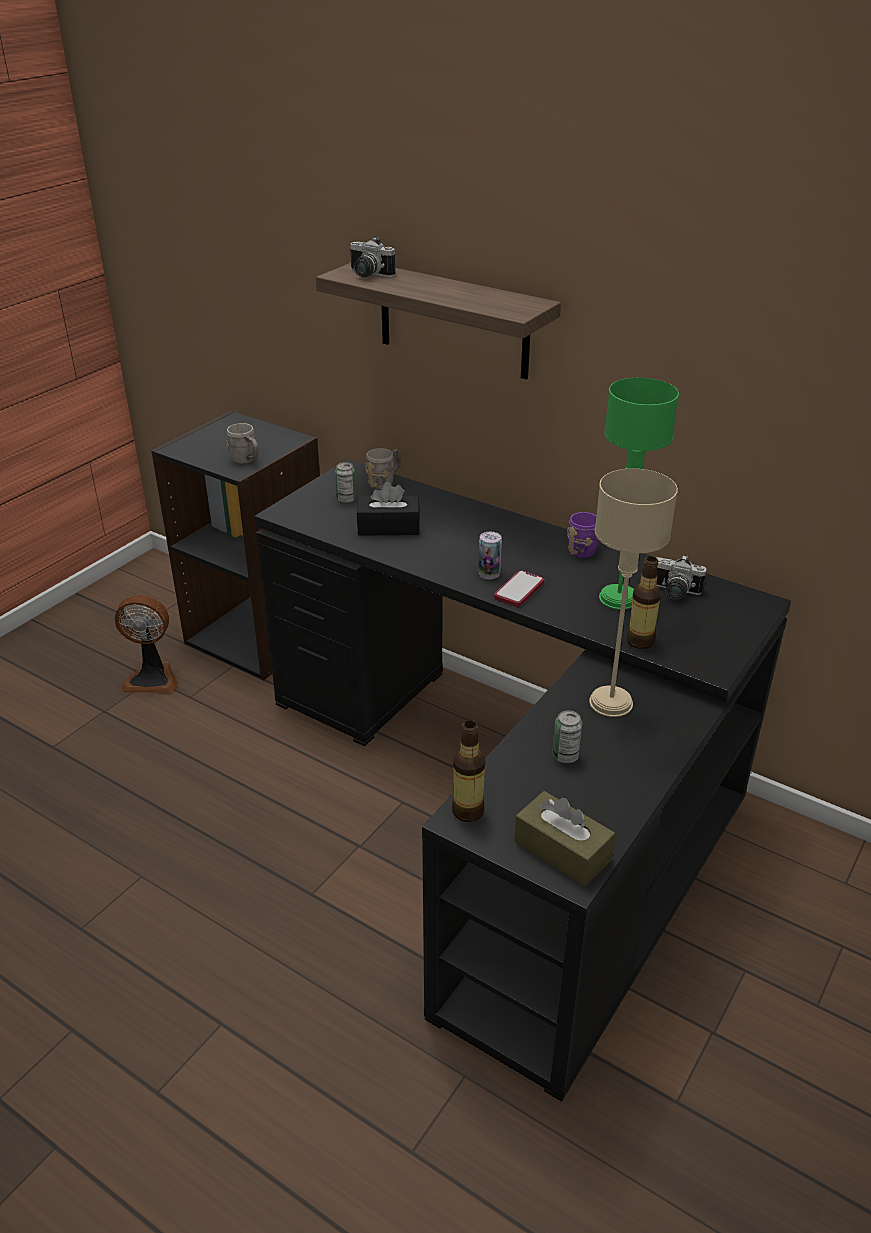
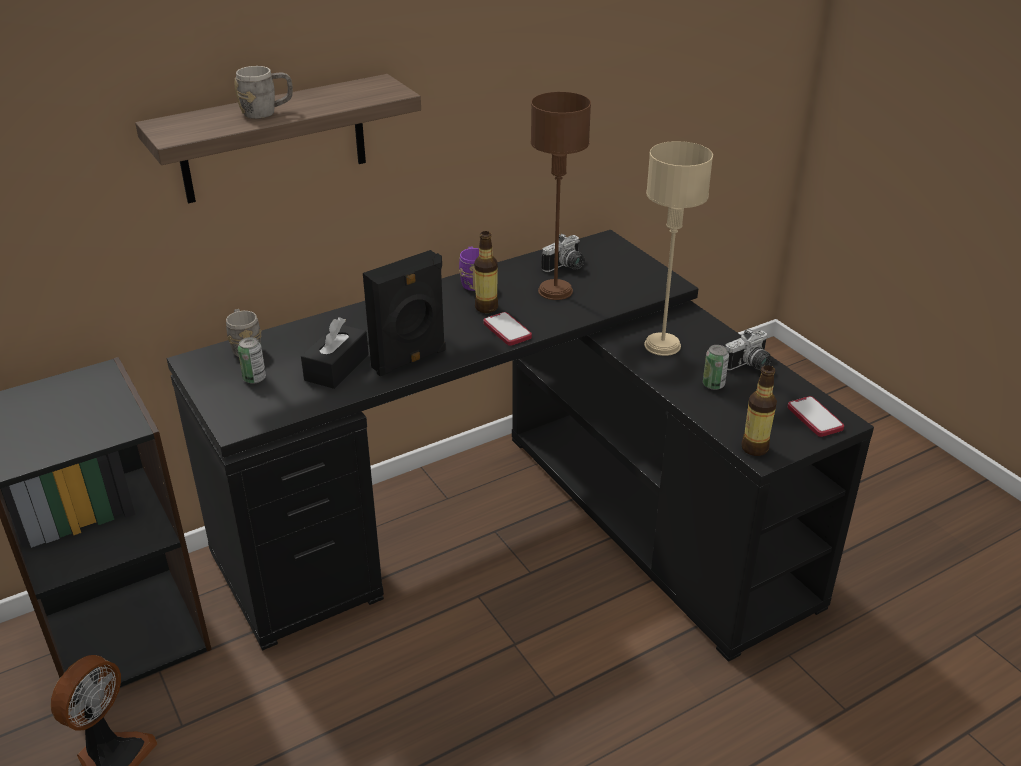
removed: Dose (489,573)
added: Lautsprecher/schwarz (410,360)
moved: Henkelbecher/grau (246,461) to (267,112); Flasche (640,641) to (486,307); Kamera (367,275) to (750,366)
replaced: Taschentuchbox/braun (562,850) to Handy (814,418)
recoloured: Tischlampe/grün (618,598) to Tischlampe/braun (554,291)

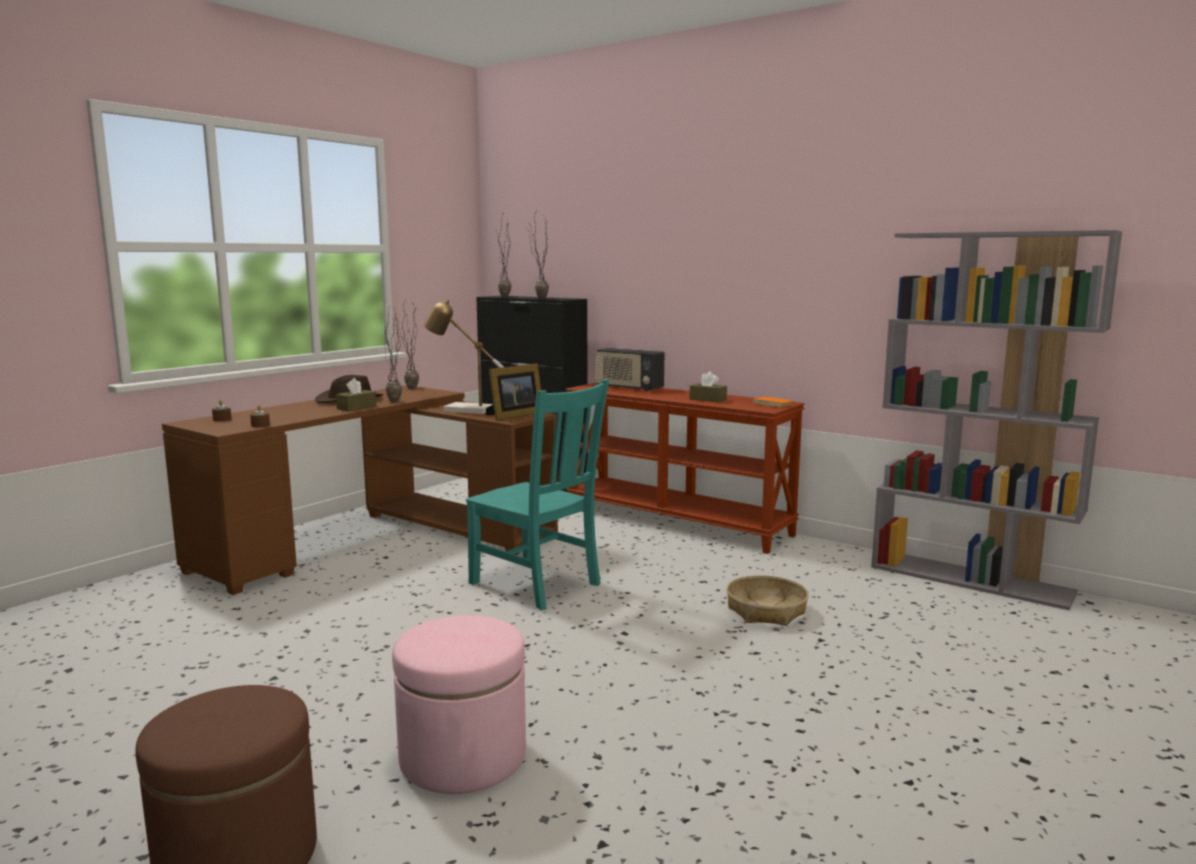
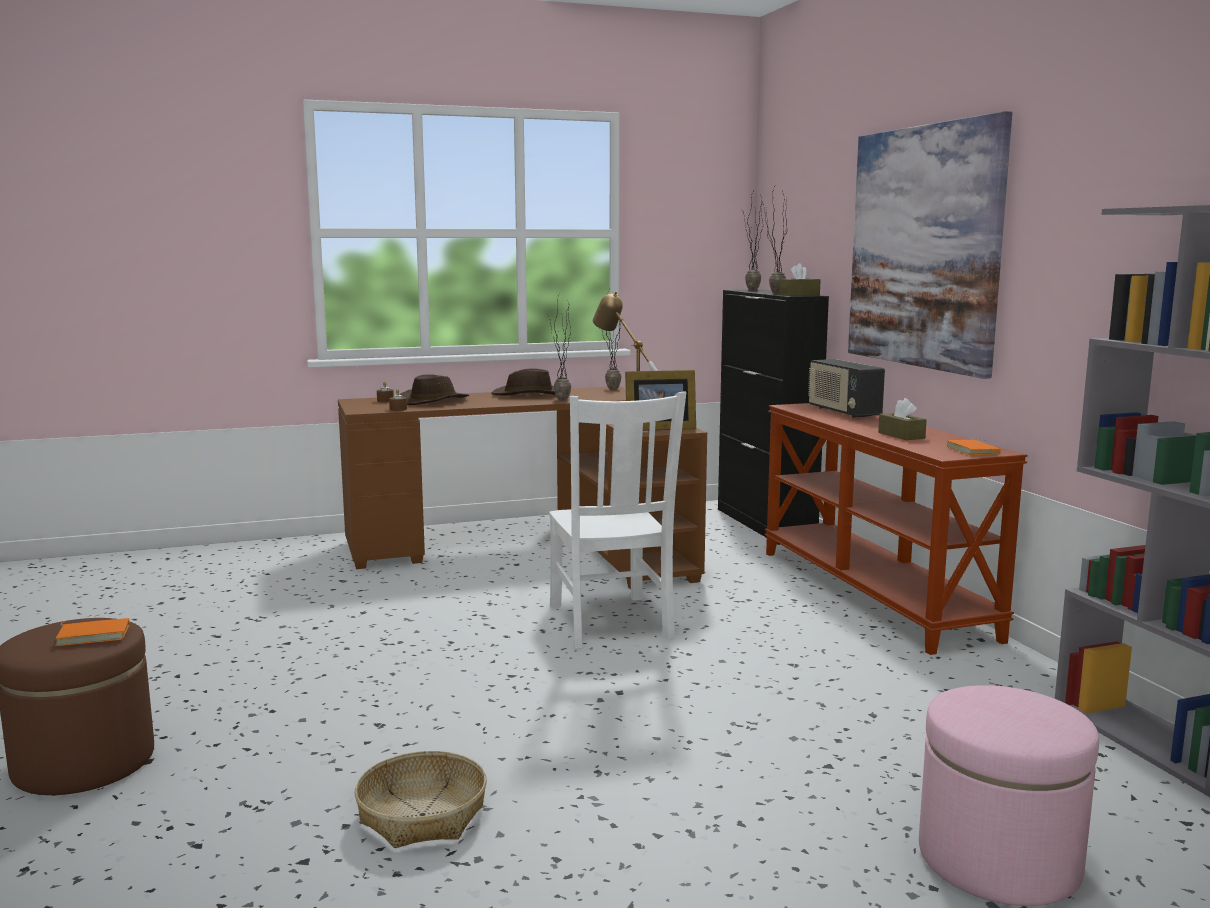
added: Buch/orange (94,635); Hut/braun (434,401); Bild (923,247)
moved: Korb (766,611) to (422,814); Taschentuchbox/braun (356,407) to (799,295); Polsterhocker/rosa (463,756) to (998,859)
recoloured: Stuhl/türkis (537,585) to Stuhl/weiß (610,623)

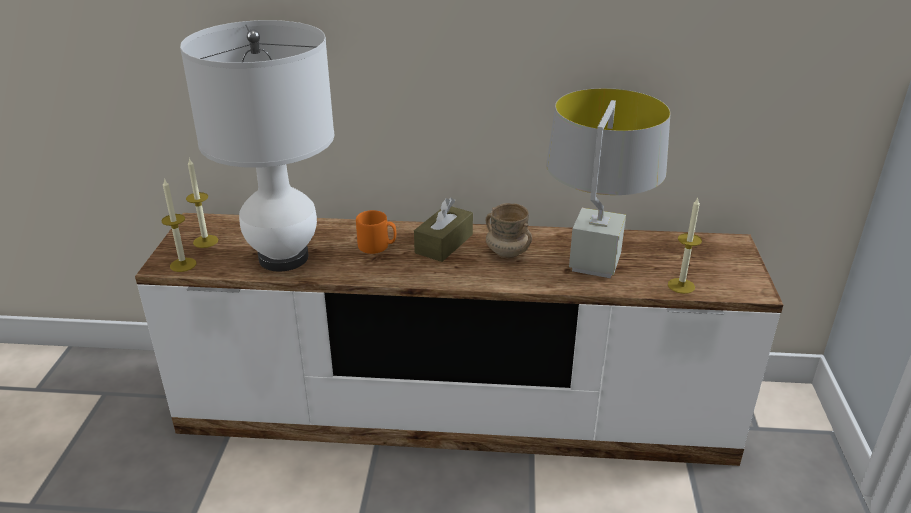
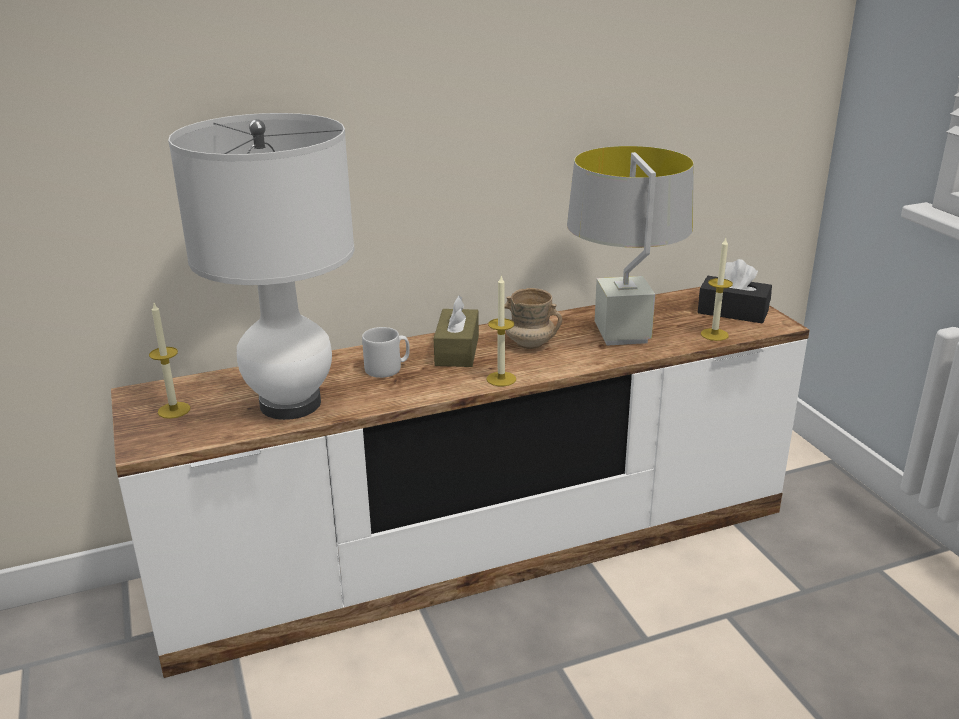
added: Taschentuchbox/schwarz (733,312)
moved: Kerze (183,265) to (501,379)
recoloured: Henkelbecher/orange (377,246) to Henkelbecher/grau (387,369)

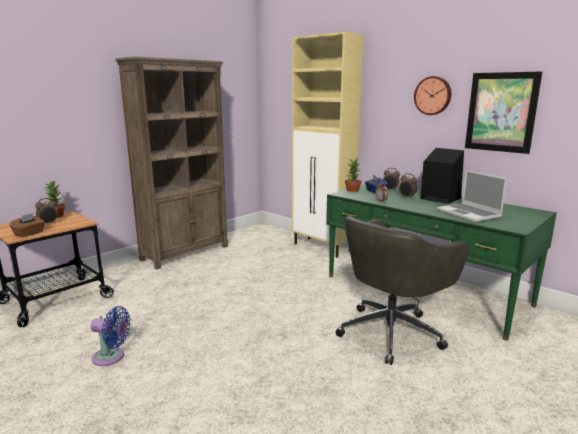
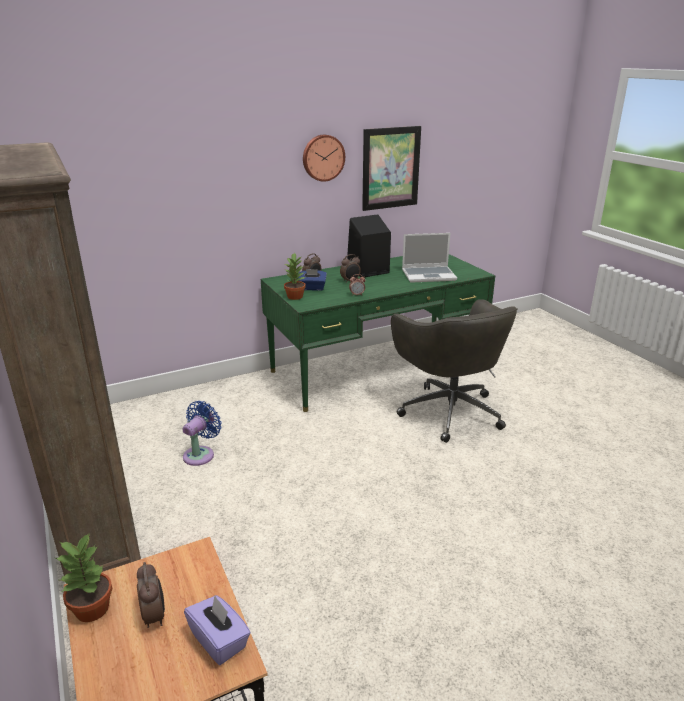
removed: Schrank/beige (322,247)
moved: Ventilator/blau (111,357) to (201,454)
recoloured: Taschentuchbox/braun (29,233) to Taschentuchbox/lila (219,640)

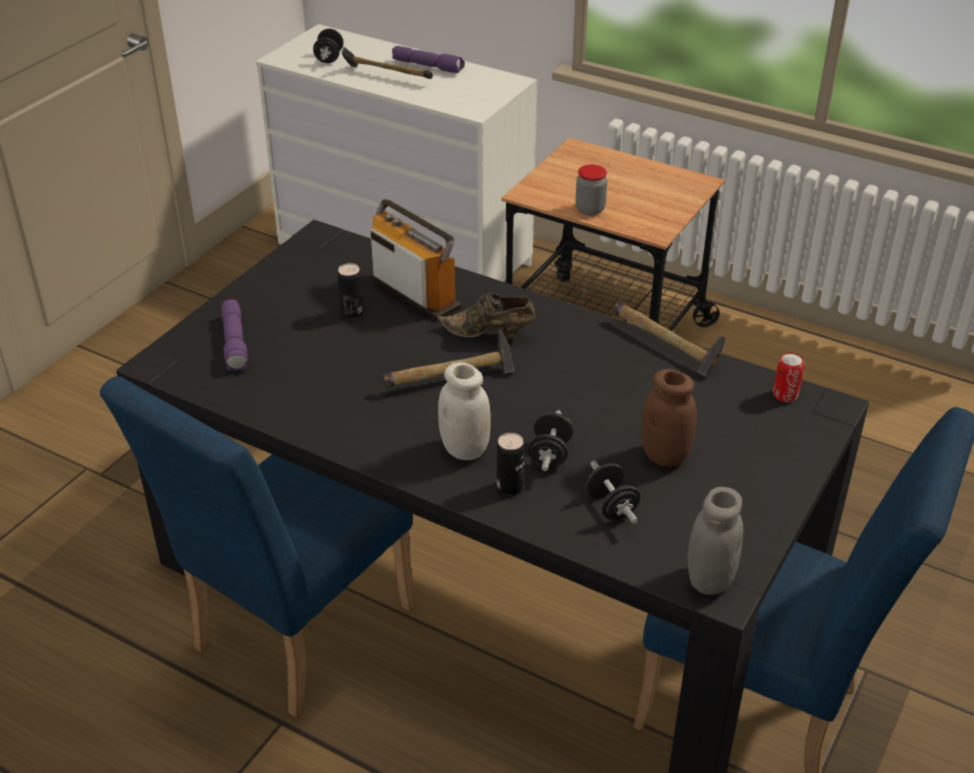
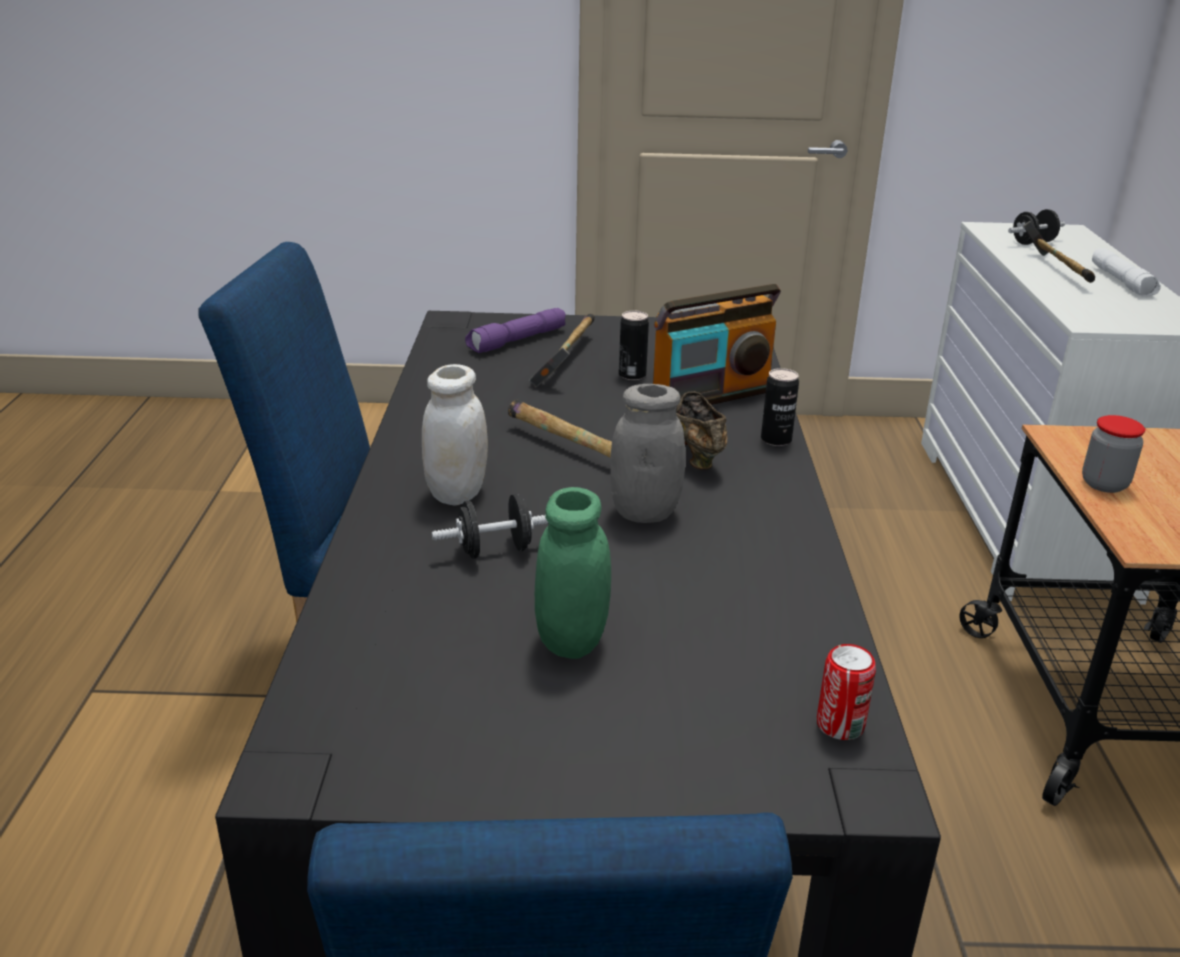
removed: Hantel/schwarz (611,506)
moved: Hammer (666,348) to (566,363); Vorratsglas/grau (709,580) to (645,512); Dose (510,487) to (776,440)
recoloured: Vorratsglas/braun (665,455) to Vorratsglas/grün (572,640); Taschenlampe/lila (428,66) to Taschenlampe/weiß (1122,282)
turned: Radio (414,292) = (710,395) 45 degrees clockwise

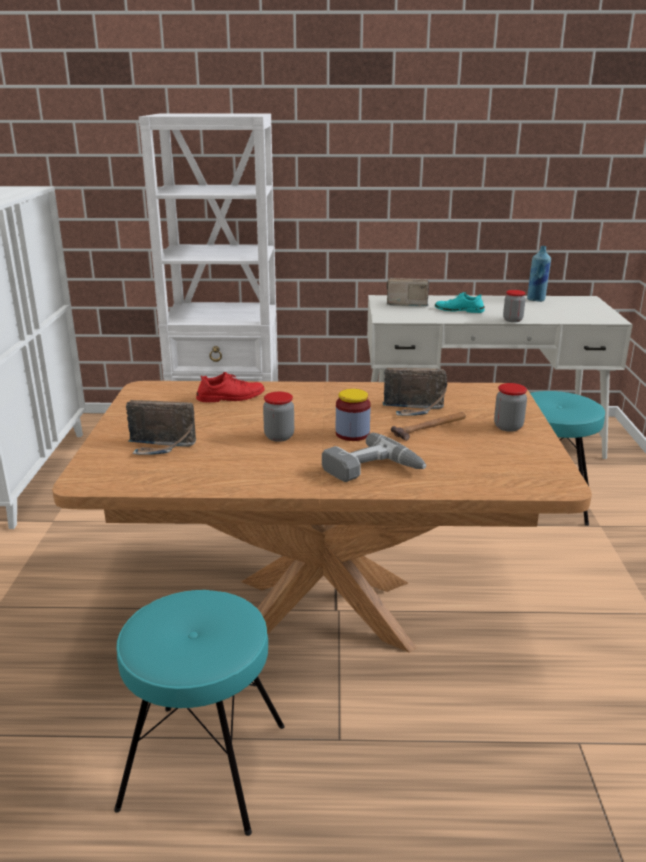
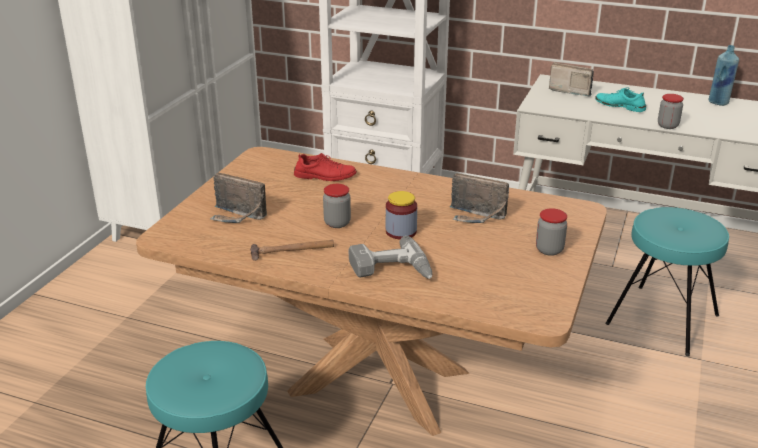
moved: Hammer (430,427) to (292,250)

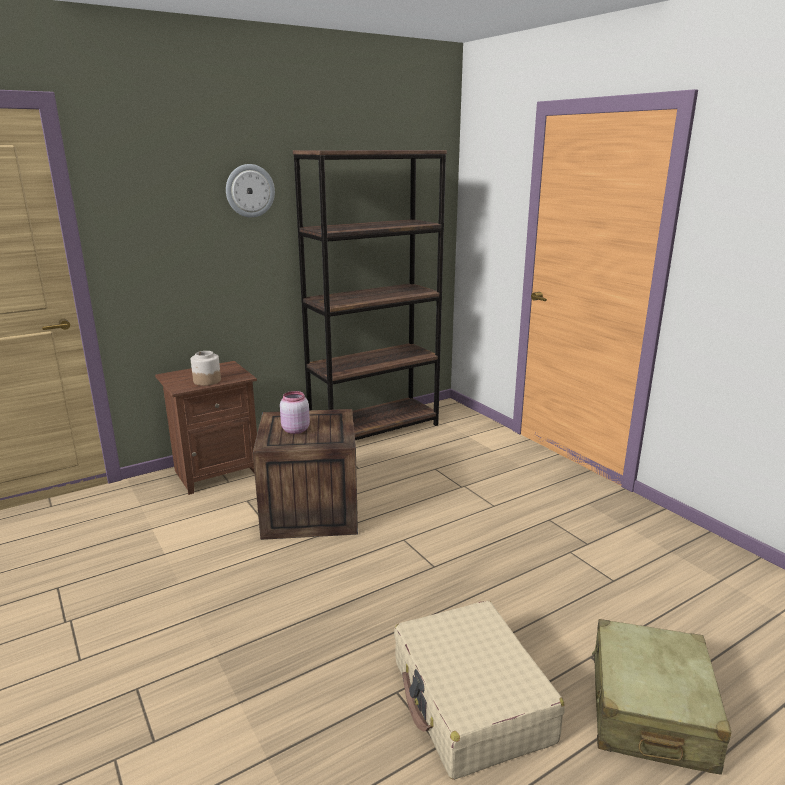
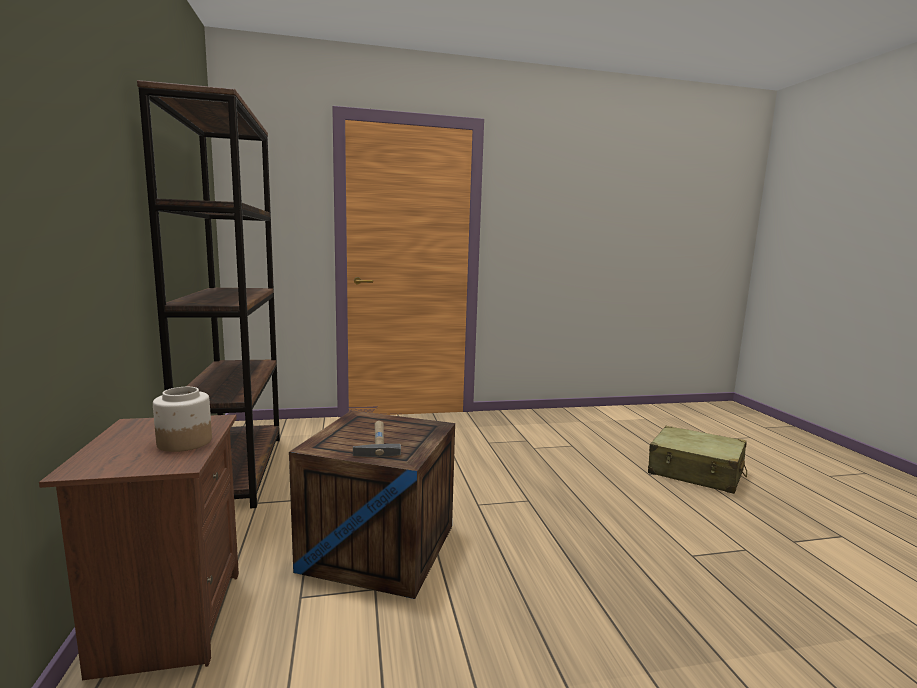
removed: Wanduhr (250,191); Koffer/beige (471,702)
replaced: Vorratsglas/rosa (294,430) to Hammer (376,441)

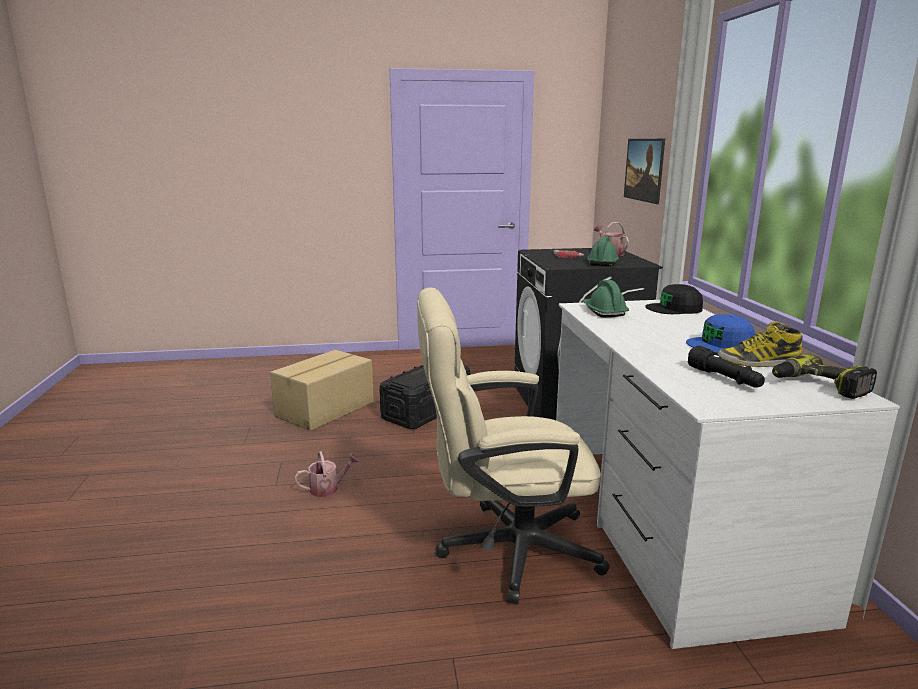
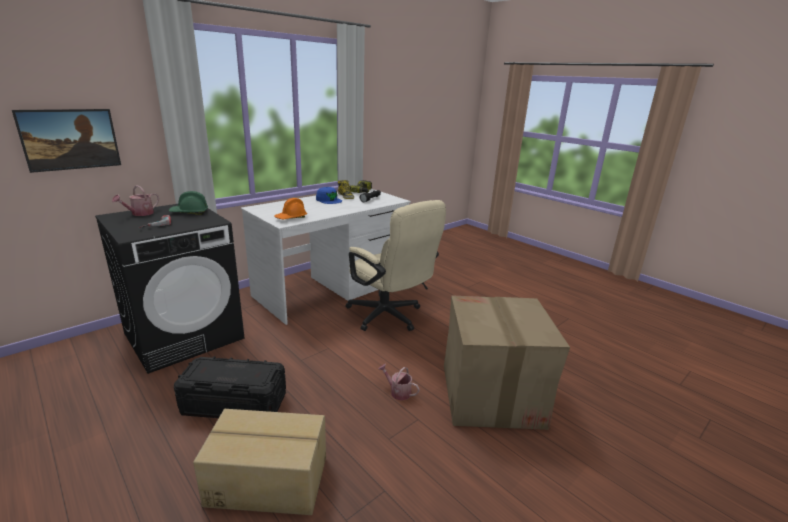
removed: Kappe/schwarz (674,309)
added: Karton (491,395)
recoloured: Schutzhelm/grün (603,311) to Schutzhelm/orange (291,218)

